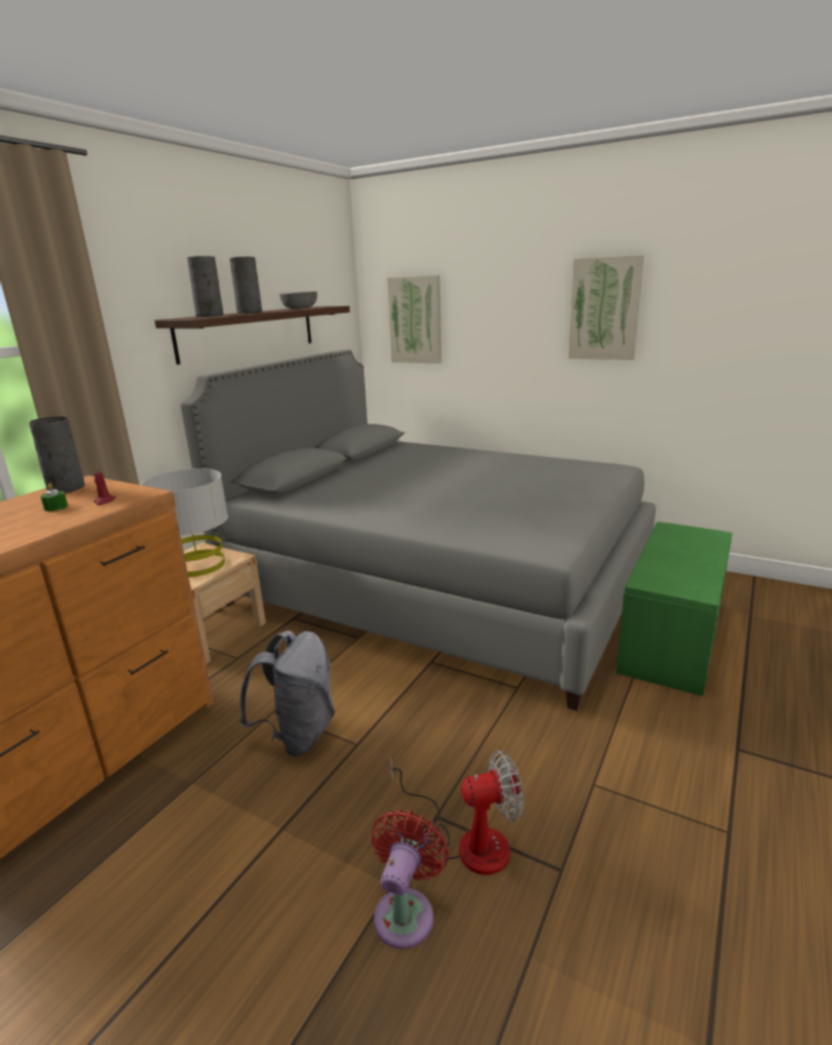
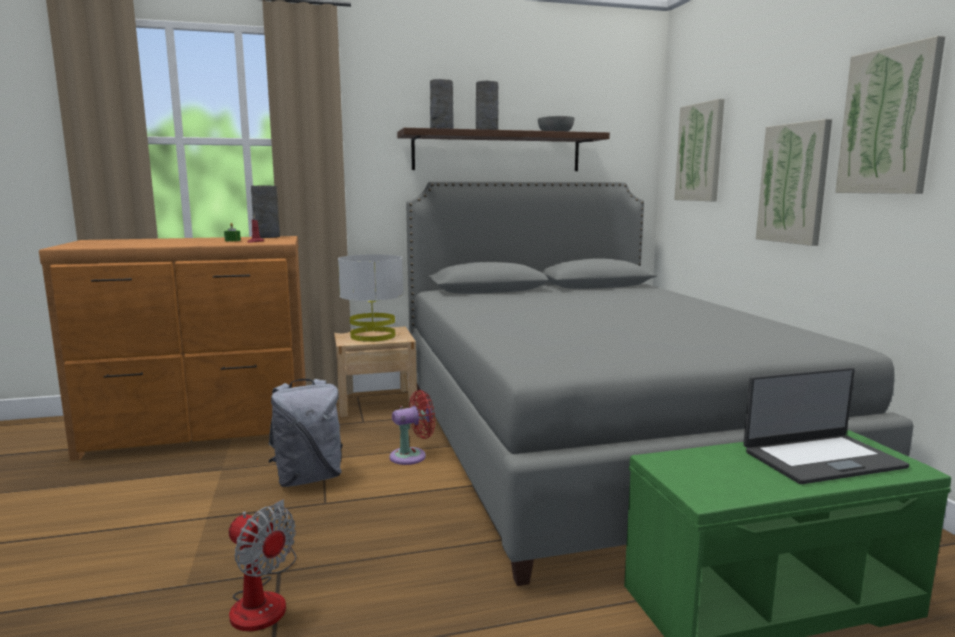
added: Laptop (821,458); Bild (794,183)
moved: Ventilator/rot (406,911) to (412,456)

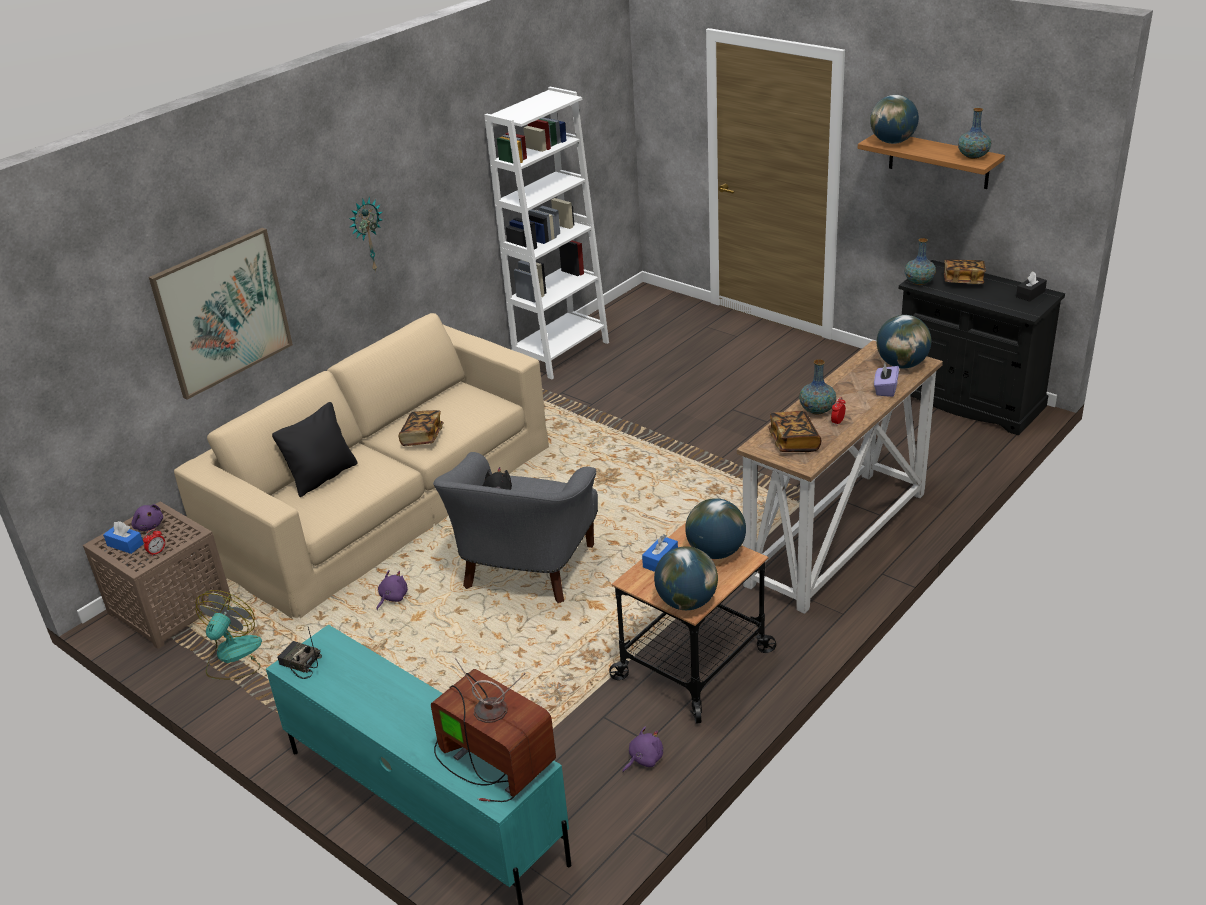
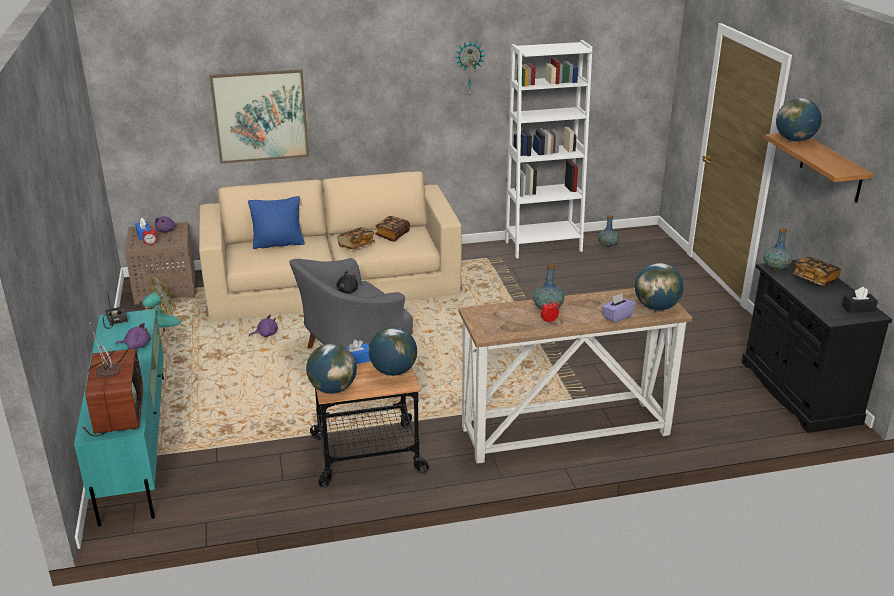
moved: Plüschtier/lila (644,759) to (136,345); Buch (793,442) to (392,235); Wanduhr (366,235) to (469,68); Vase (973,156) to (607,245)
recoloured: Kissen/schwarz (322,477) to Kissen/blau (278,244)

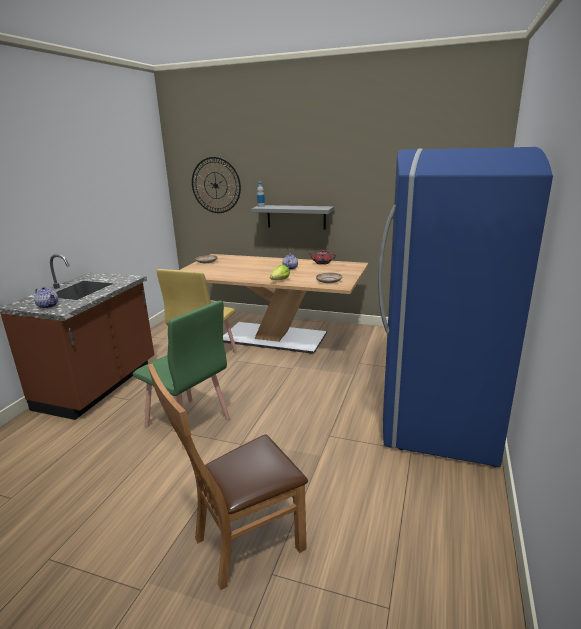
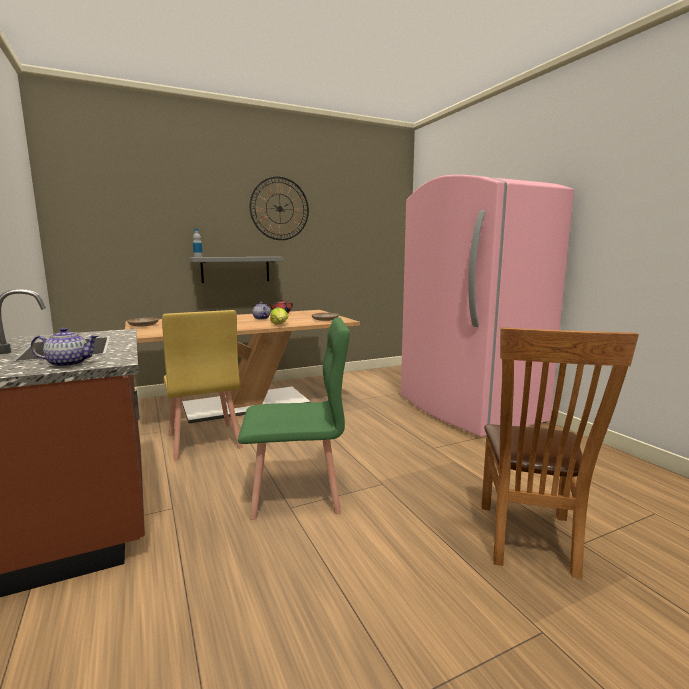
moved: Wanduhr (215,185) to (279,208)
recoloured: Kühlschrank/blau (439,413) to Kühlschrank/rosa (467,409)

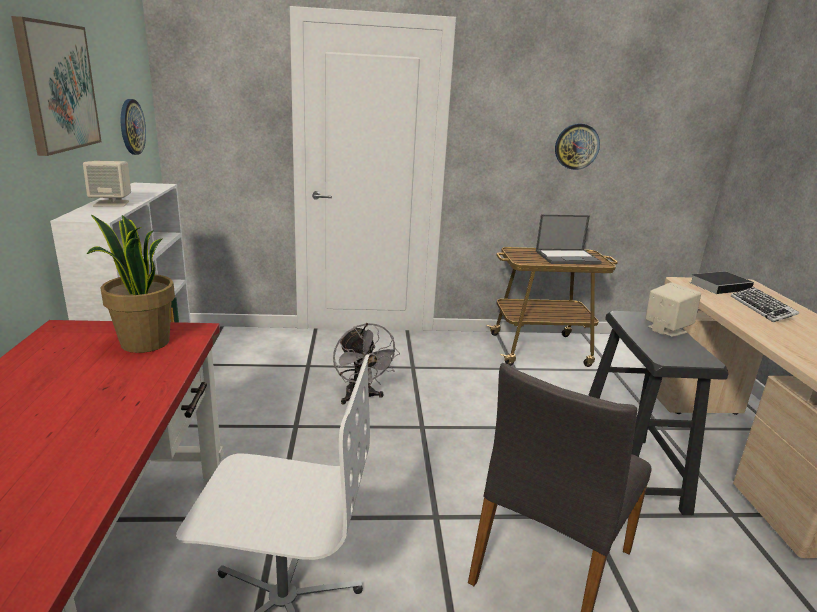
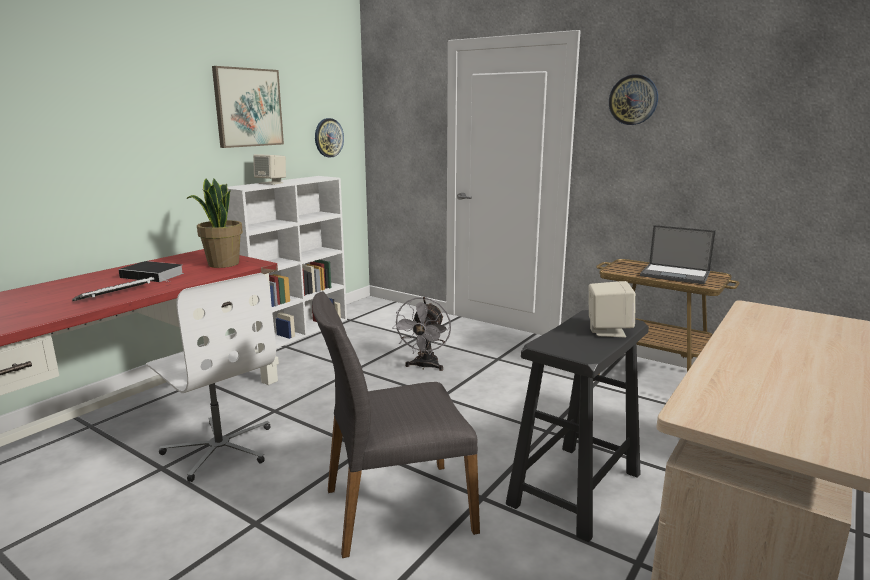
moved: Tastatur (762,308) to (115,294); Buch (720,286) to (154,275); Wanduhr (576,146) to (633,100)

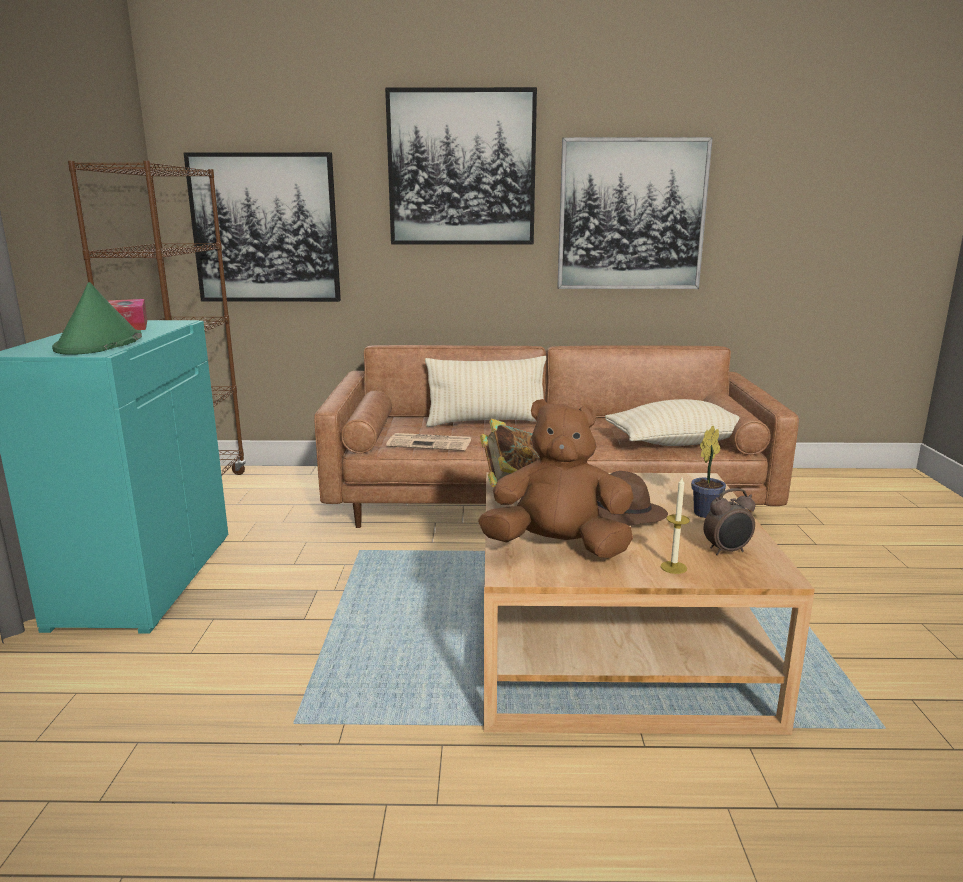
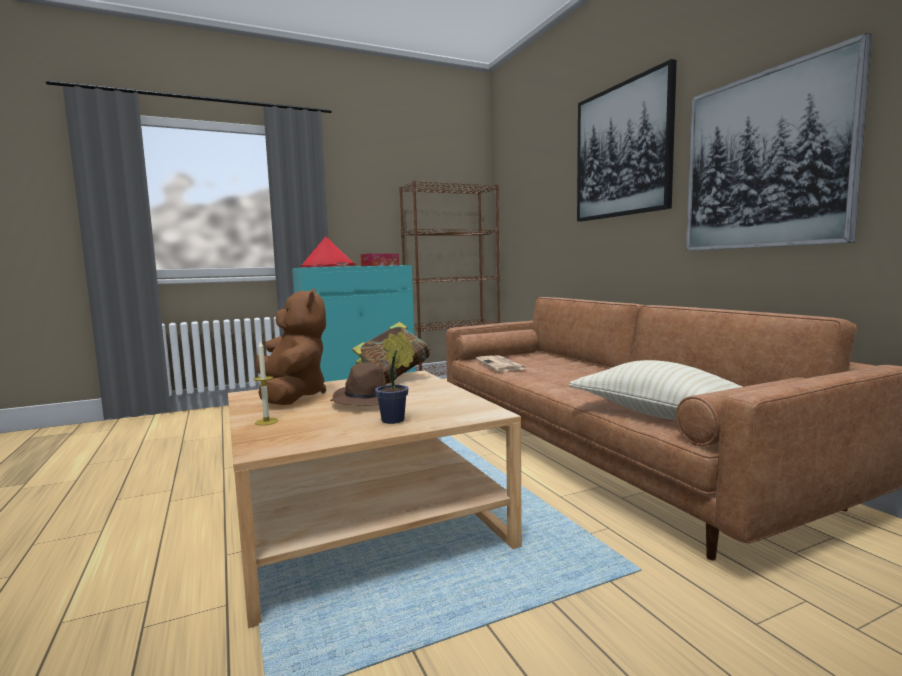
removed: Bild (265,229); Kissen/beige (487,422); Wecker (727,551)
recoloured: Hut/grün (99,344) to Hut/rot (328,266)

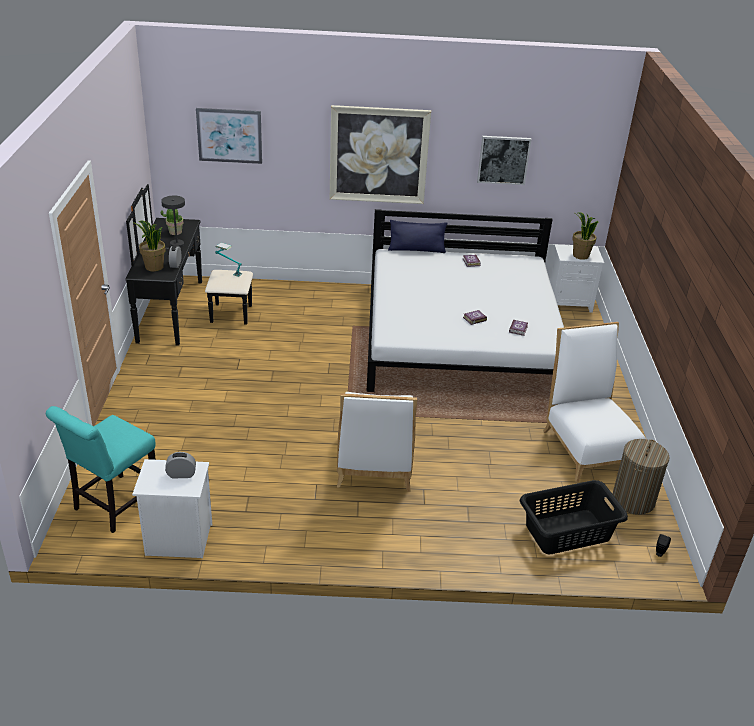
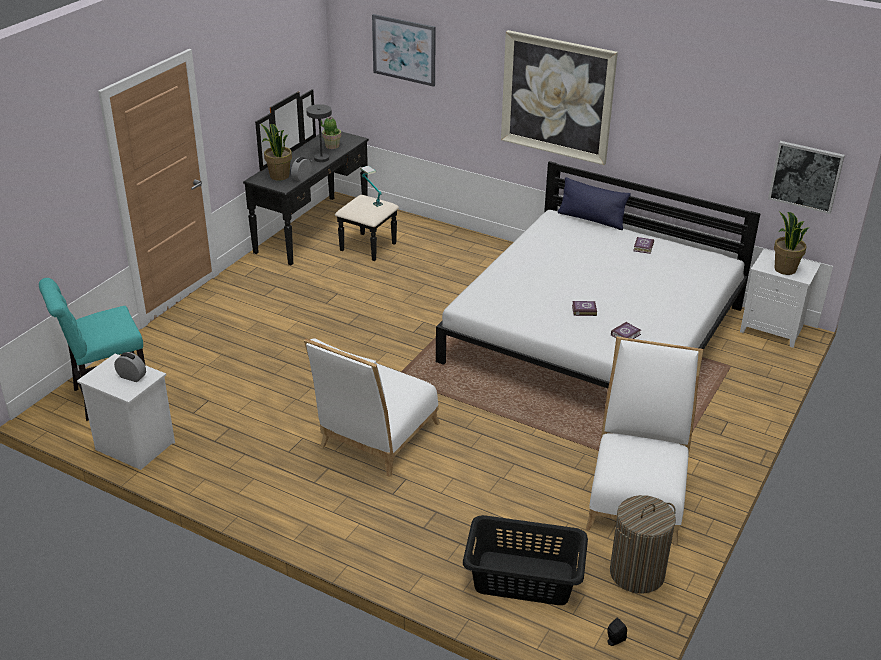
moved: Bild (503,160) to (805,176)

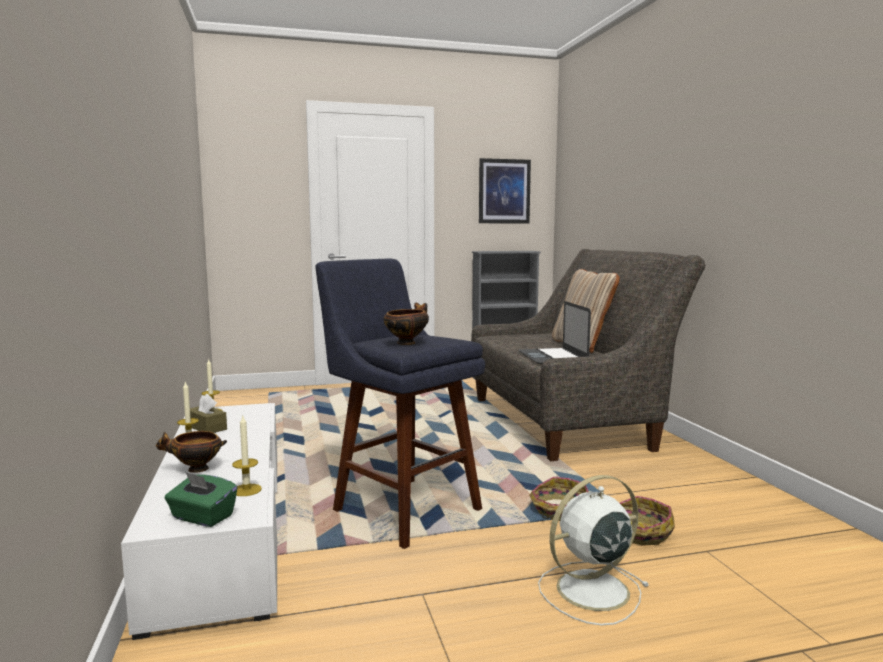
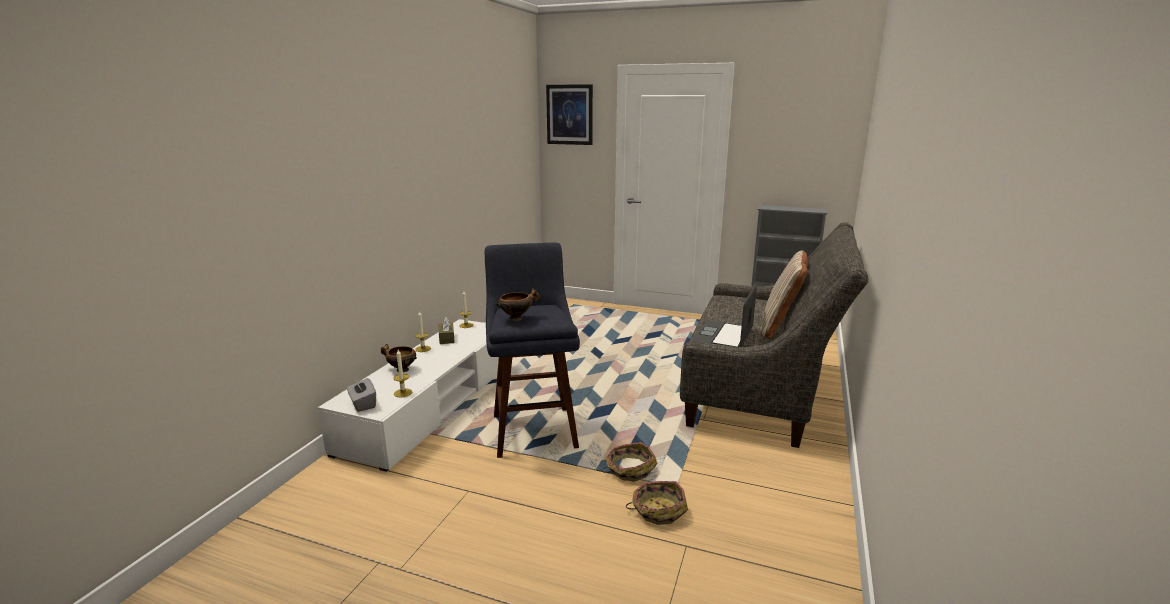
removed: Ventilator/weiß (590,591)
moved: Bild (504,191) to (569,114)
recoloured: Taschentuchbox/grün (202,517) to Taschentuchbox/grau (363,404)

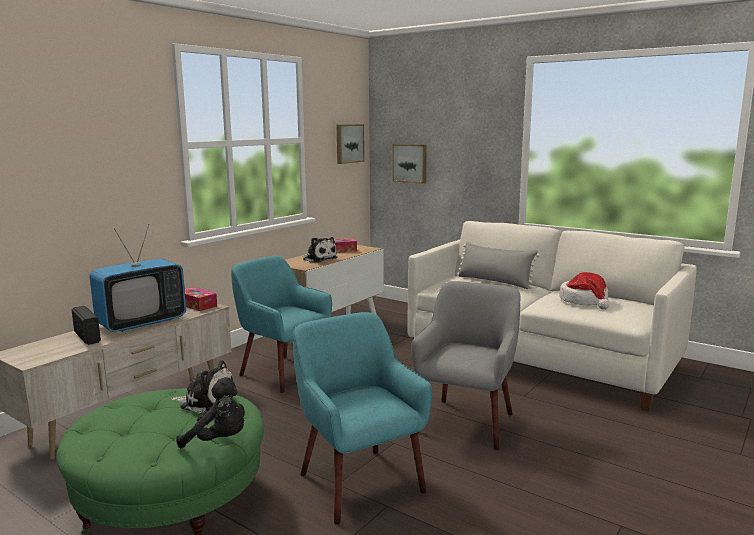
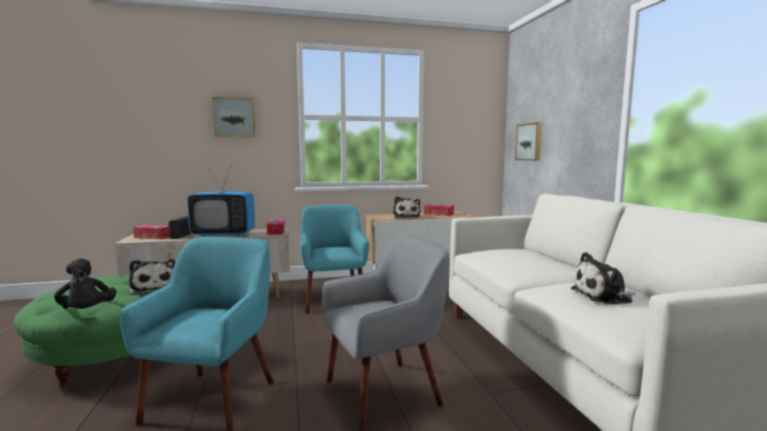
removed: Kissen/grau (494,281)
added: Taschentuchbox (153,236)
moved: Bild (348,143) to (234,117)
replaced: Hut (584,301) to Plüschtier (604,296)

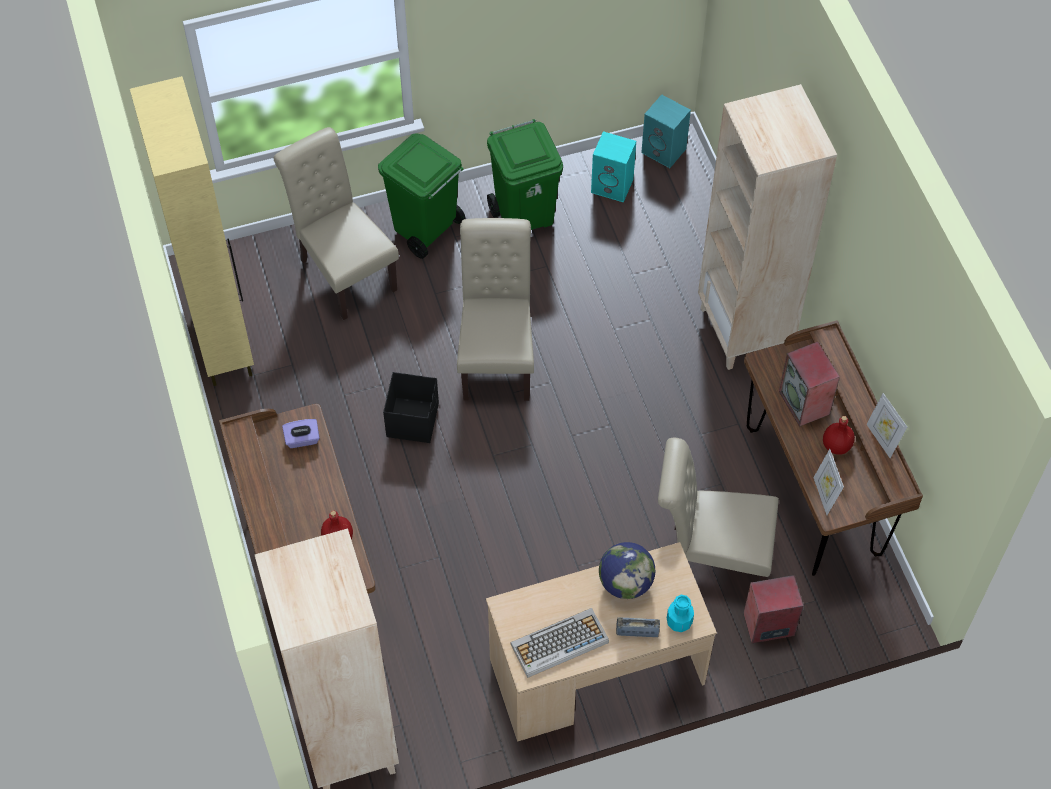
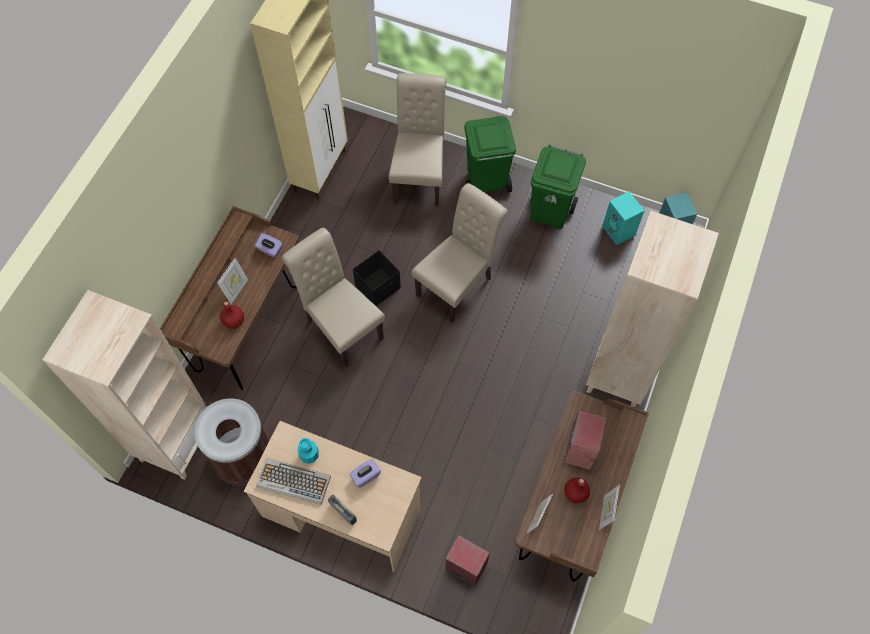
added: Mülleimer/braun (245,459); Bilderrahmen (236,290)
moved: Stuhl/beige (709,558) to (341,327); Flasche/türkis (679,621) to (309,455)
replaced: Globus (625,582) to Taschentuchbox/lila (365,476)

